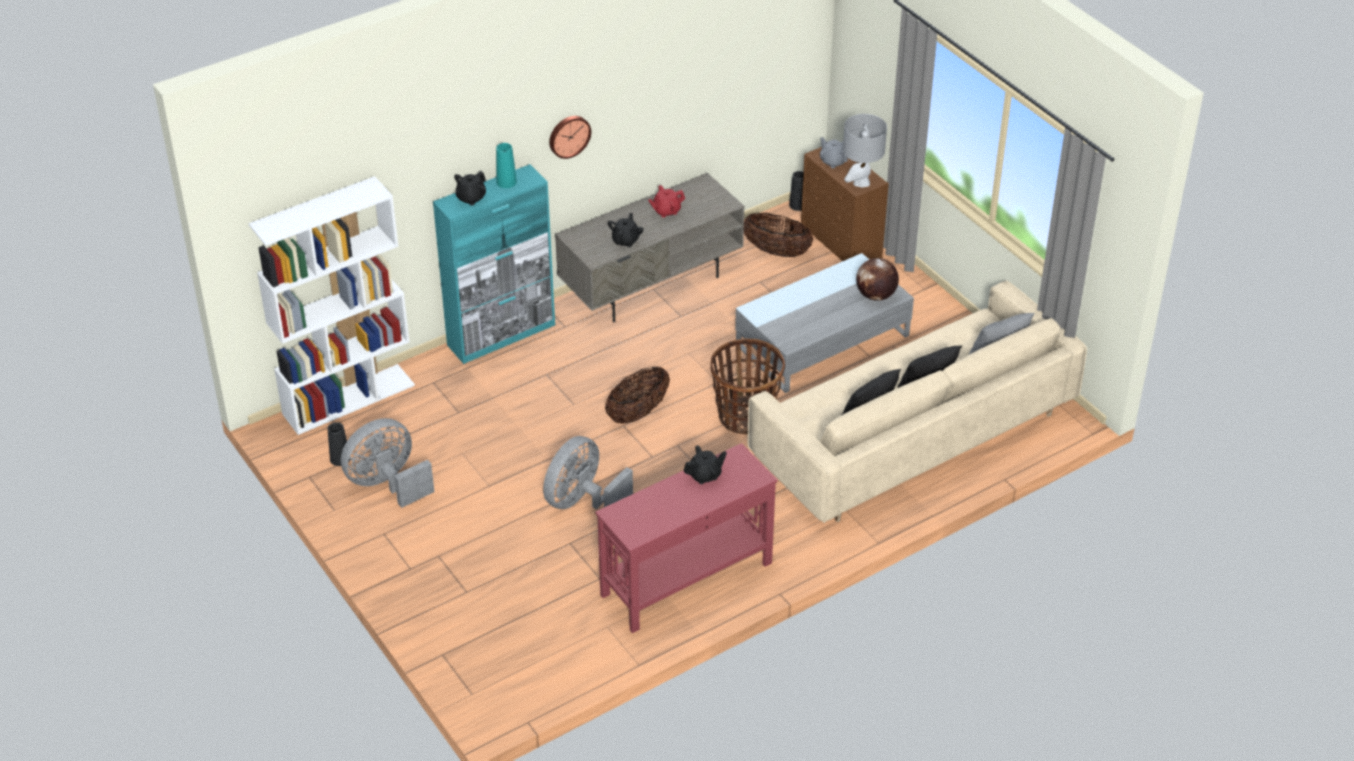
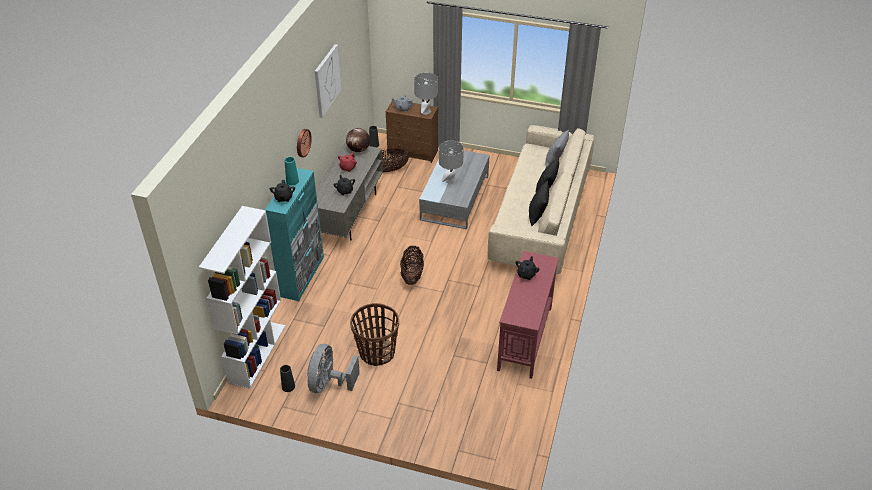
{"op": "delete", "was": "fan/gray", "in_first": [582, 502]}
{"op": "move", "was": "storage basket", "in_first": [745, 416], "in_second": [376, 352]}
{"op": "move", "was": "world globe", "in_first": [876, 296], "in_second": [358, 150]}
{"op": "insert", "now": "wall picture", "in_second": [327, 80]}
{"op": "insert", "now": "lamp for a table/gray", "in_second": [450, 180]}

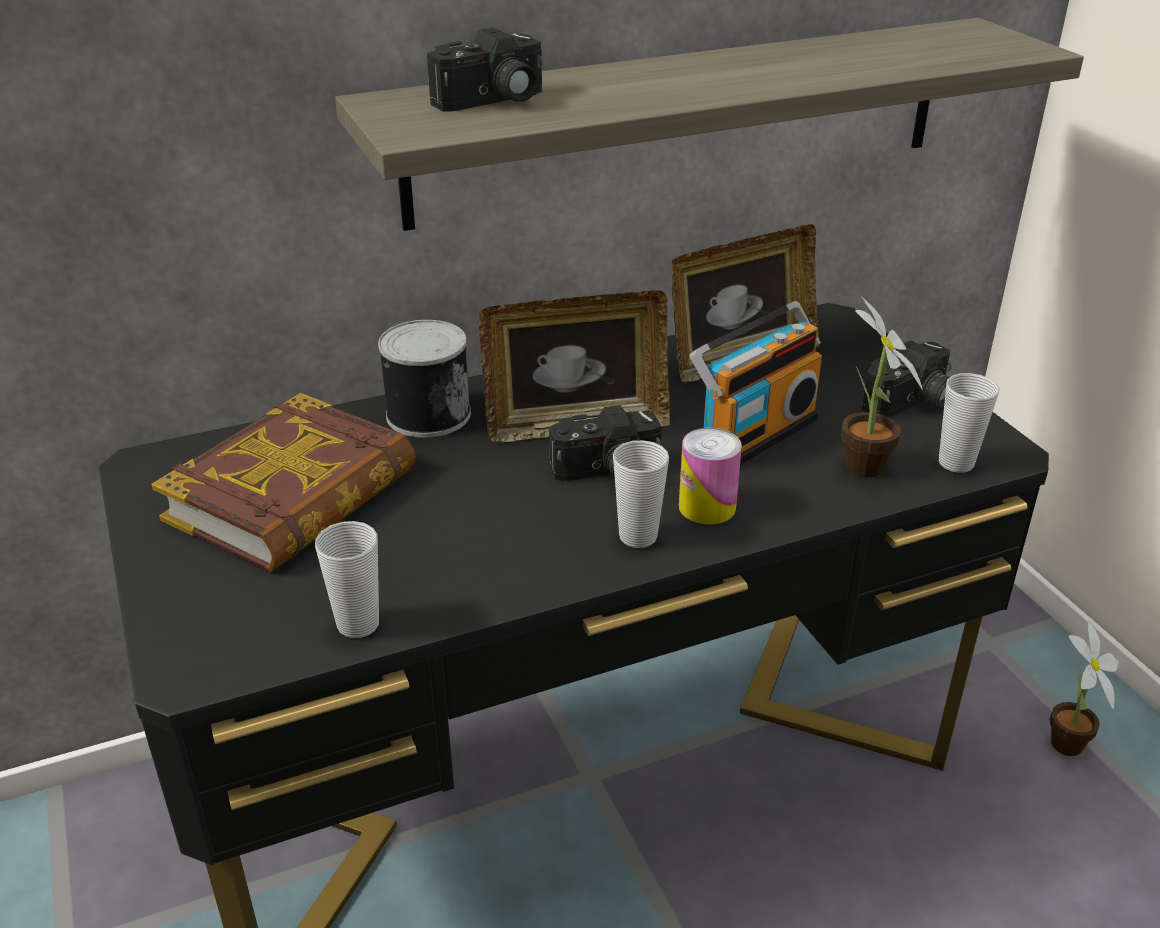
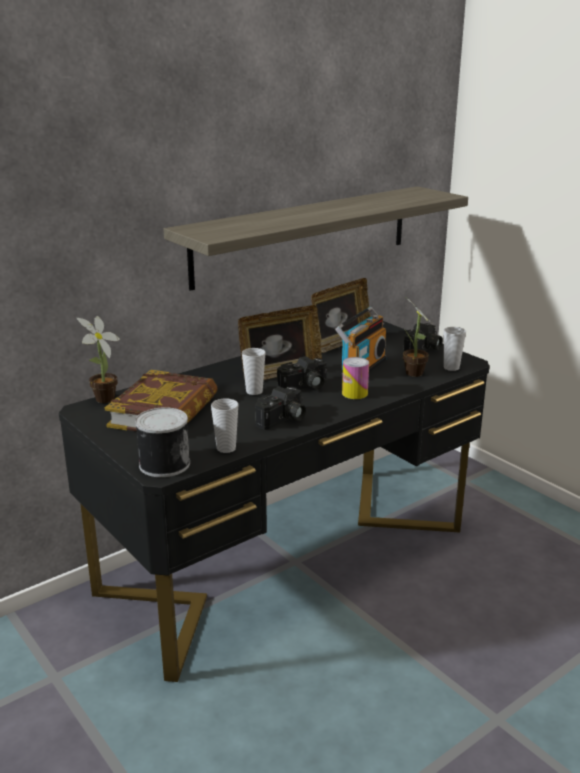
{"op": "move", "was": "sealed can", "in_first": [427, 414], "in_second": [163, 464]}
{"op": "move", "was": "photo camera", "in_first": [493, 101], "in_second": [283, 420]}
{"op": "move", "was": "cup", "in_first": [638, 536], "in_second": [254, 391]}
{"op": "move", "was": "potted plant", "in_first": [1063, 747], "in_second": [102, 400]}

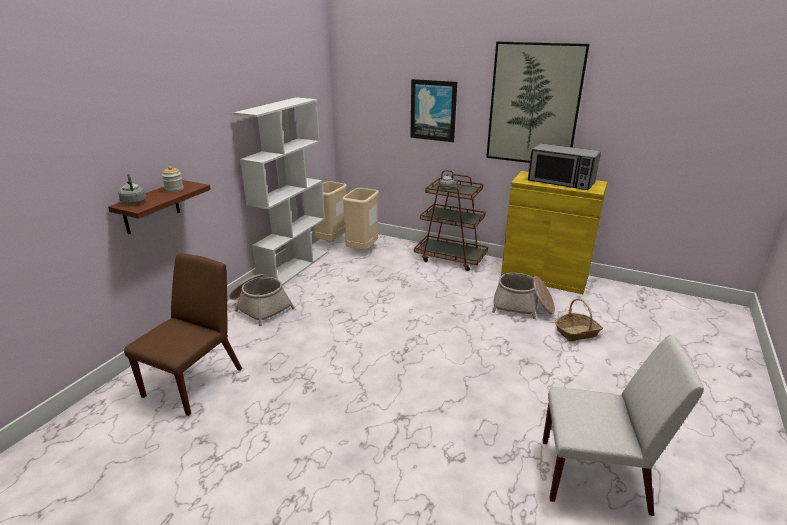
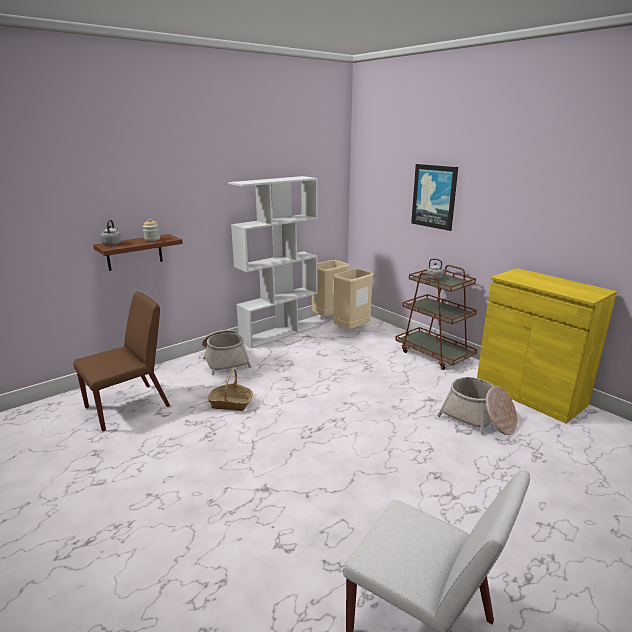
{"op": "delete", "was": "wall picture", "in_first": [534, 105]}
{"op": "delete", "was": "microwave oven", "in_first": [561, 182]}
{"op": "move", "was": "storage basket", "in_first": [577, 332], "in_second": [231, 403]}

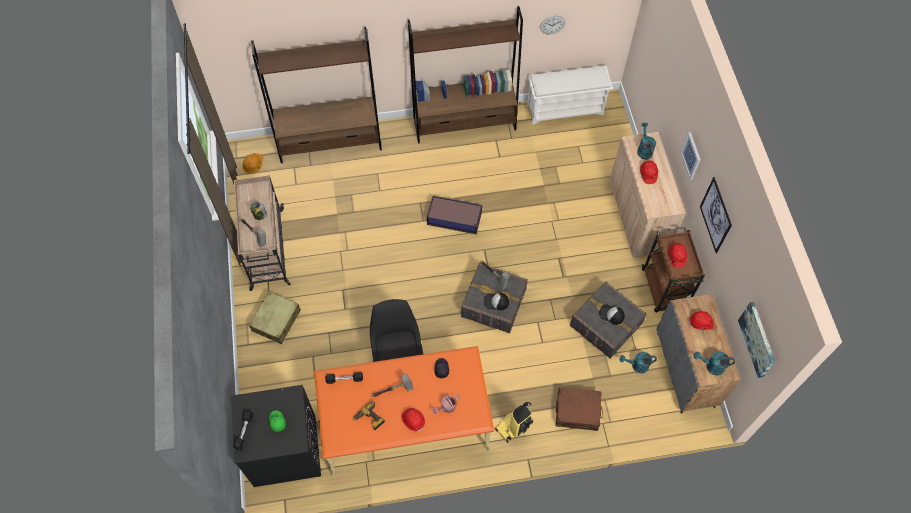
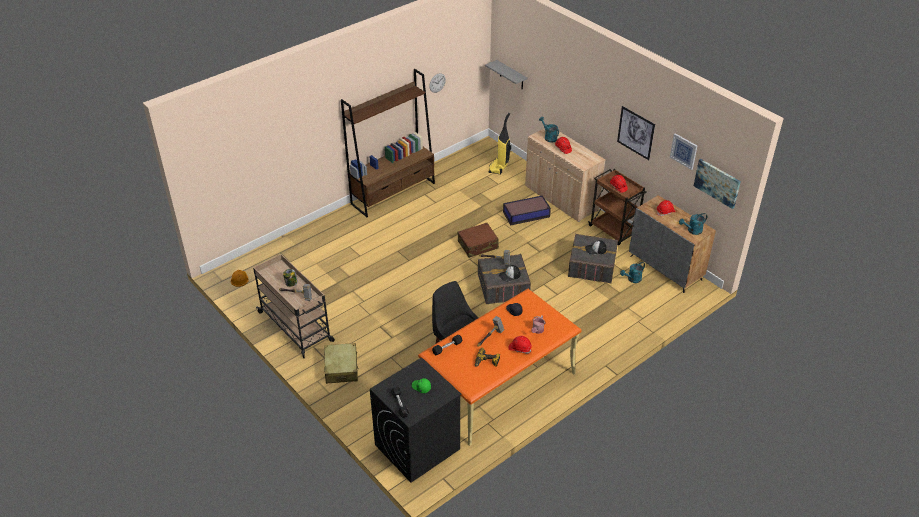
{"op": "delete", "was": "bookshelf/brownish", "in_first": [330, 143]}
{"op": "move", "was": "storage container", "in_first": [455, 218], "in_second": [527, 214]}
{"op": "move", "was": "vacuum cleaner", "in_first": [514, 426], "in_second": [499, 167]}
{"op": "delete", "was": "shoe rack/whitish", "in_first": [565, 109]}
{"op": "move", "was": "piece of luggage/brownish", "in_first": [577, 412], "in_second": [478, 245]}
{"op": "move", "was": "wall picture", "in_first": [691, 155], "in_second": [684, 151]}
{"op": "insert", "now": "wall shelf/gray", "in_second": [511, 75]}

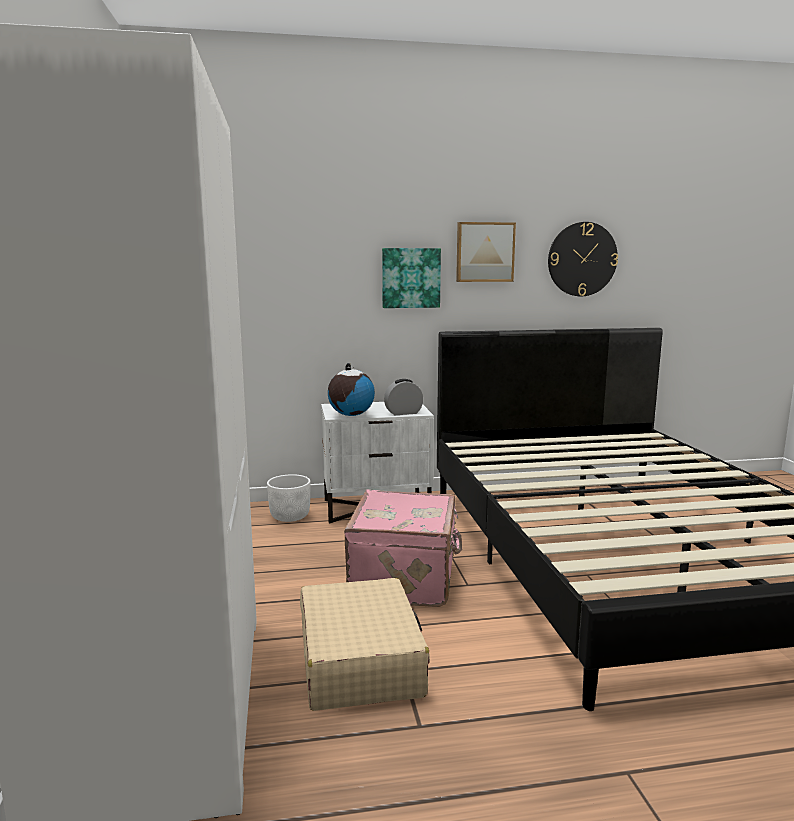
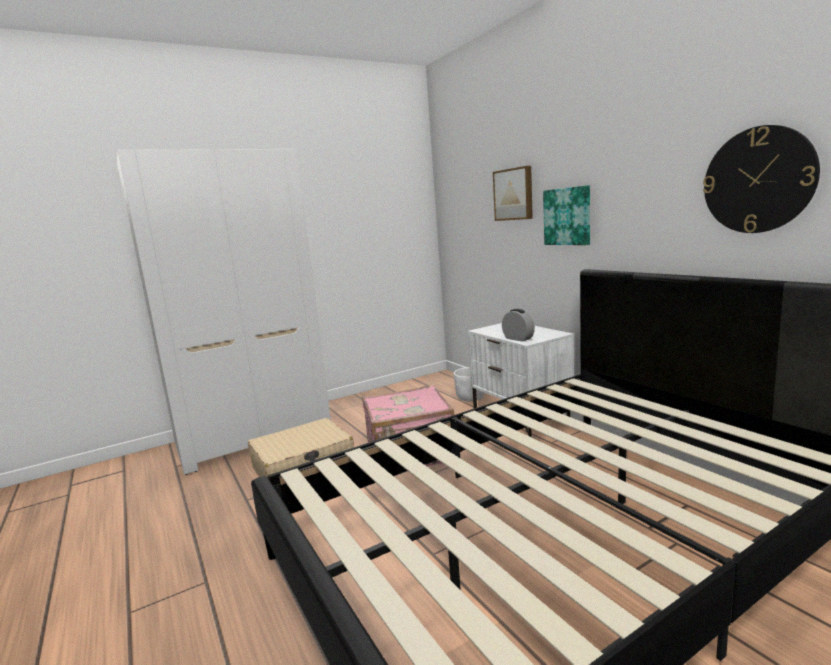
{"op": "delete", "was": "world globe", "in_first": [351, 415]}
{"op": "move", "was": "wall picture", "in_first": [484, 252], "in_second": [514, 194]}

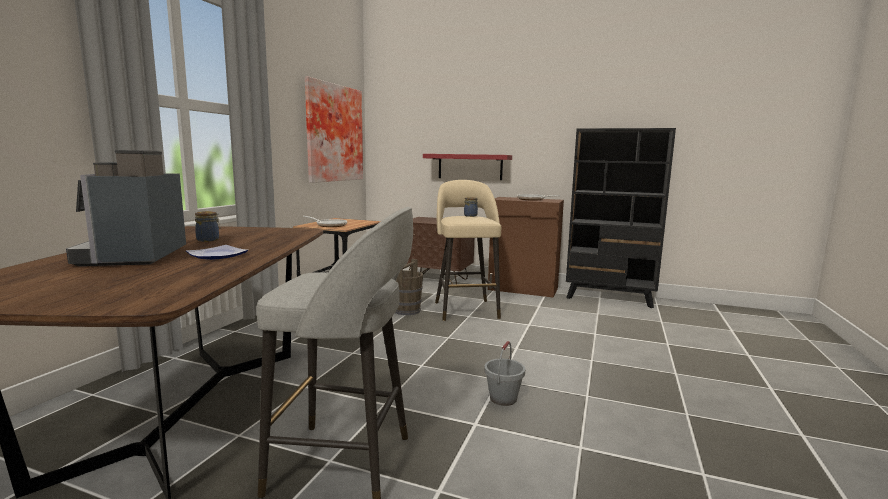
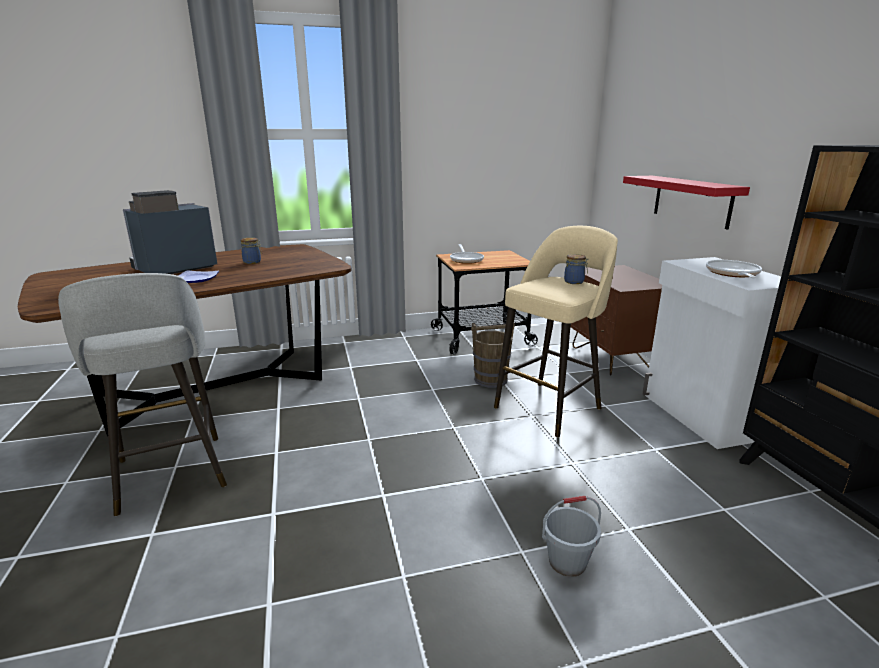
{"op": "delete", "was": "wall picture", "in_first": [332, 133]}
{"op": "move", "was": "bucket/gray", "in_first": [503, 398], "in_second": [567, 562]}
{"op": "recolor", "was": "storage cabinet/brownish", "now": "storage cabinet/whitish", "in_first": [523, 289], "in_second": [700, 416]}

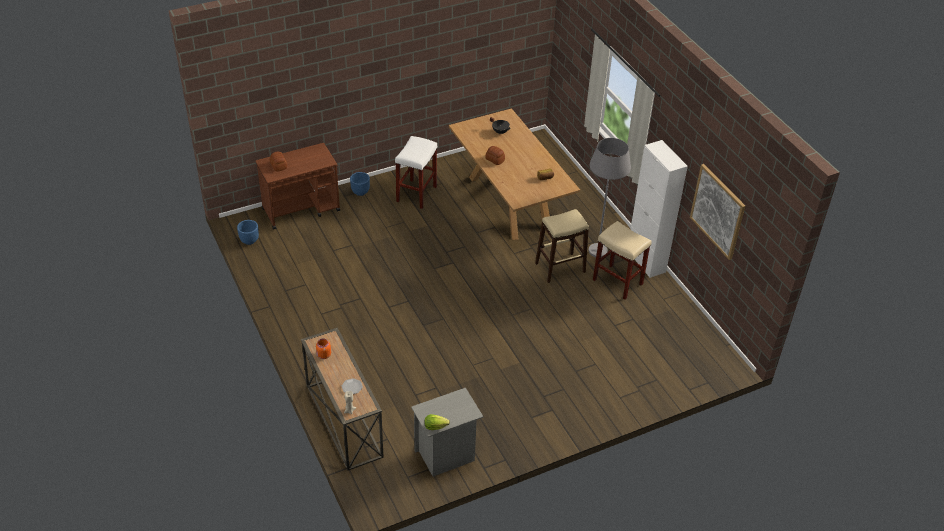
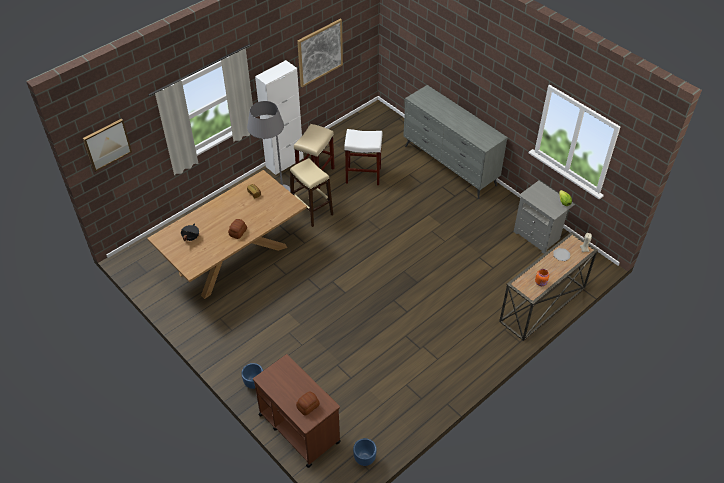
{"op": "move", "was": "sitting stool/whitish", "in_first": [416, 194], "in_second": [364, 175]}
{"op": "insert", "now": "wall picture", "in_second": [107, 144]}
{"op": "insert", "now": "drawer chest/gray", "in_second": [450, 166]}

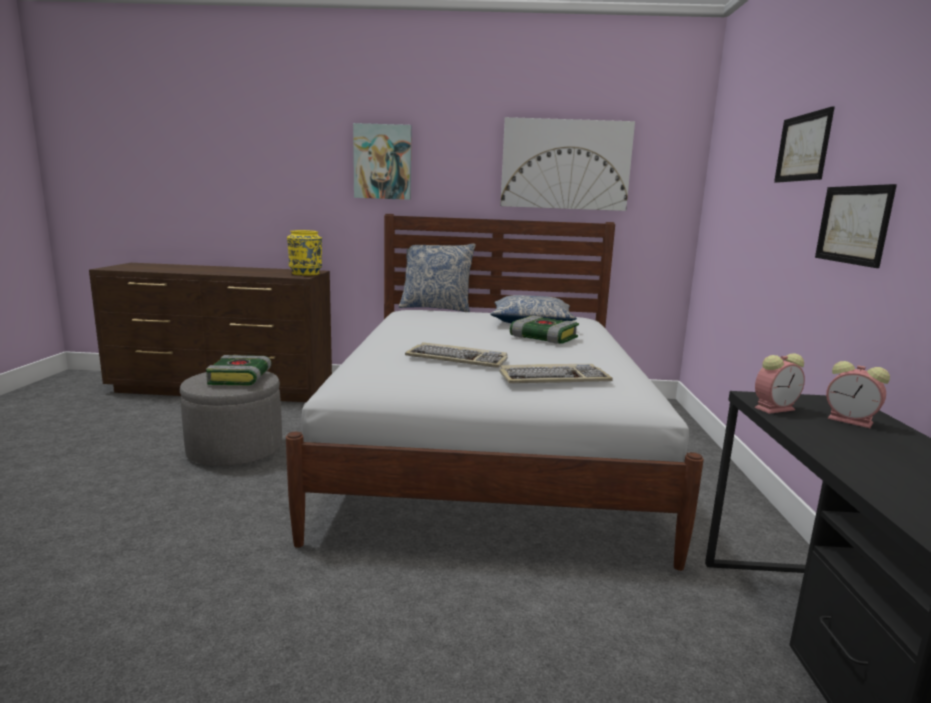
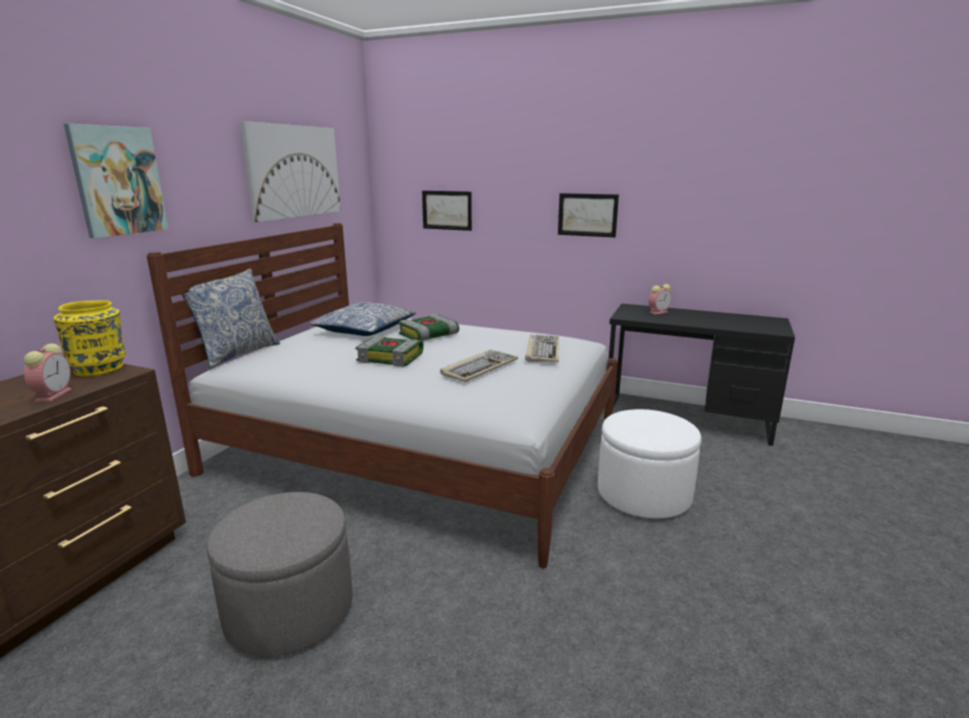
{"op": "move", "was": "book", "in_first": [241, 378], "in_second": [391, 358]}
{"op": "move", "was": "alarm clock", "in_first": [775, 408], "in_second": [54, 394]}
{"op": "move", "was": "wall picture", "in_first": [803, 147], "in_second": [447, 210]}
{"op": "insert", "now": "ottoman/whitish", "in_second": [643, 494]}

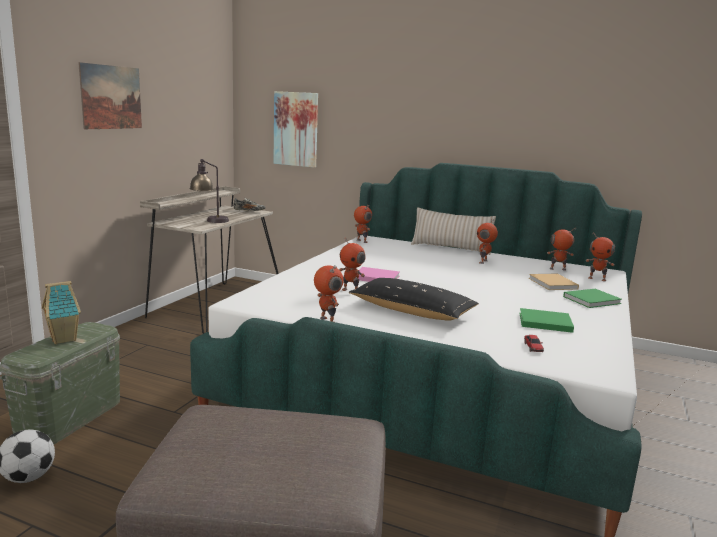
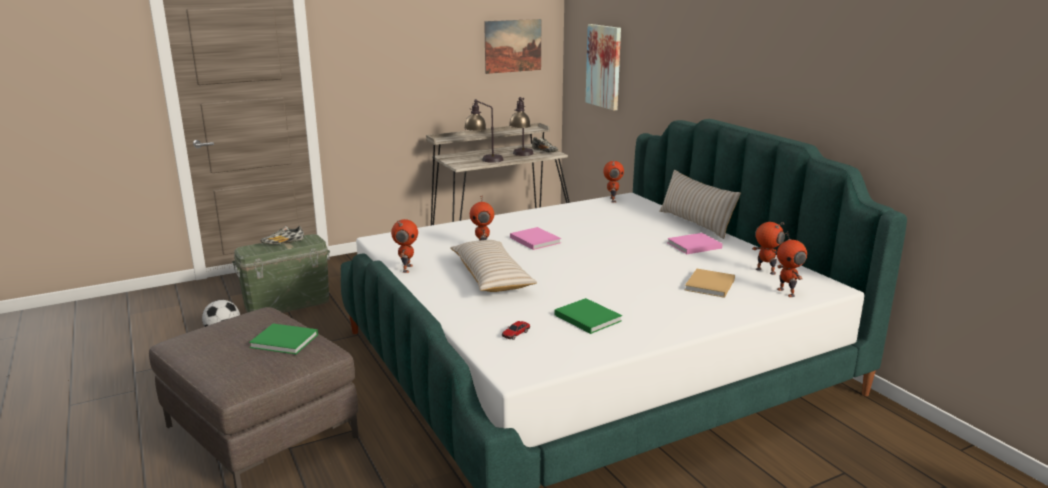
{"op": "replace", "was": "miniature house", "now": "item of footwear", "in_first": [64, 339], "in_second": [283, 243]}
{"op": "move", "was": "wall picture", "in_first": [111, 97], "in_second": [513, 46]}
{"op": "recolor", "was": "throw pillow/blackish", "now": "throw pillow/beige-coloured", "in_first": [412, 311], "in_second": [491, 277]}
{"op": "replace", "was": "toy robot", "now": "book/pink", "in_first": [484, 262], "in_second": [693, 245]}
{"op": "move", "was": "book/green-coloured", "in_first": [593, 300], "in_second": [286, 341]}
{"op": "insert", "now": "lamp for a table", "in_second": [521, 155]}

